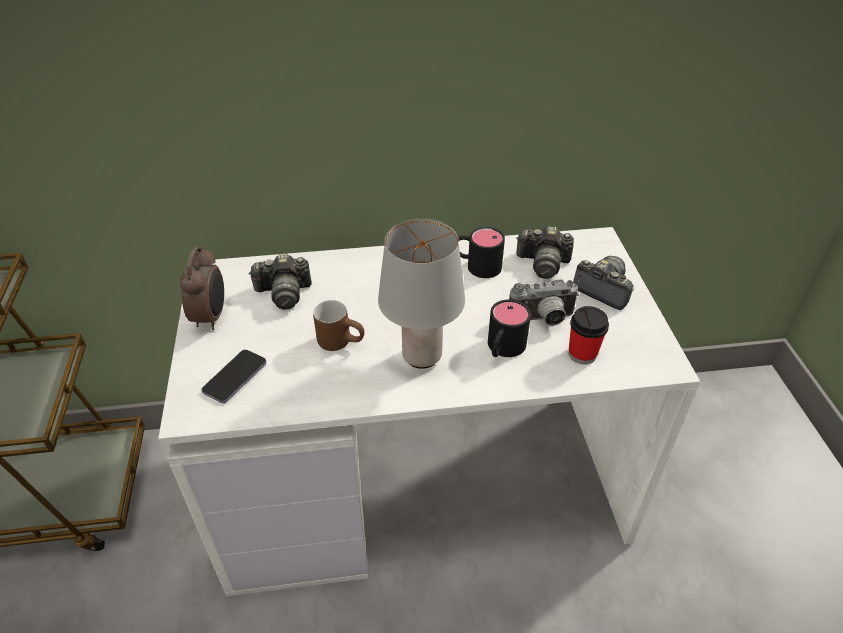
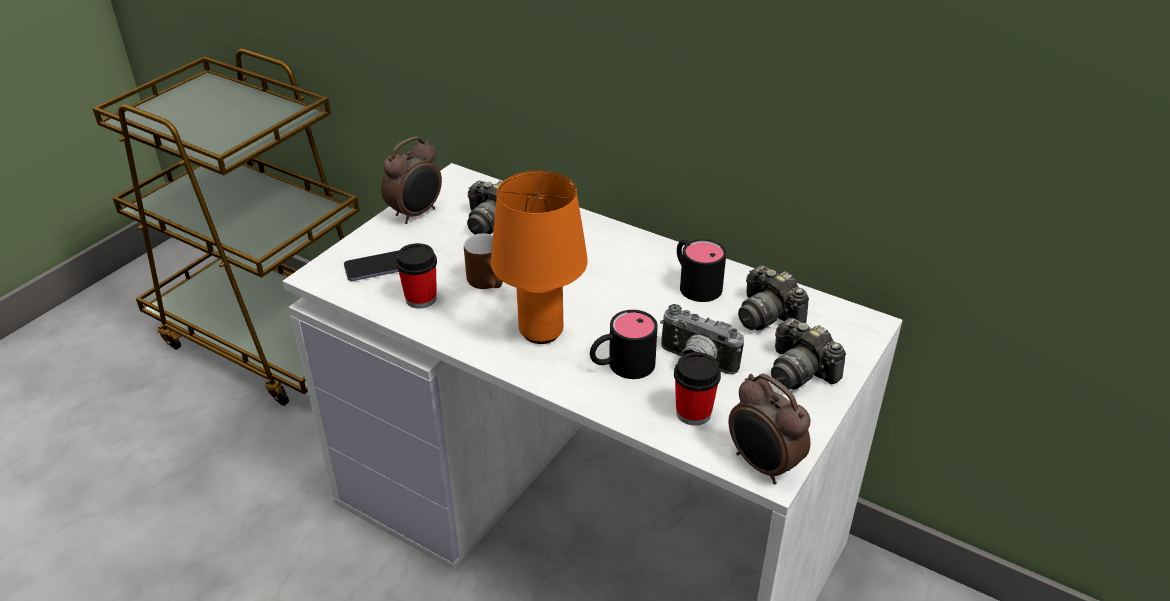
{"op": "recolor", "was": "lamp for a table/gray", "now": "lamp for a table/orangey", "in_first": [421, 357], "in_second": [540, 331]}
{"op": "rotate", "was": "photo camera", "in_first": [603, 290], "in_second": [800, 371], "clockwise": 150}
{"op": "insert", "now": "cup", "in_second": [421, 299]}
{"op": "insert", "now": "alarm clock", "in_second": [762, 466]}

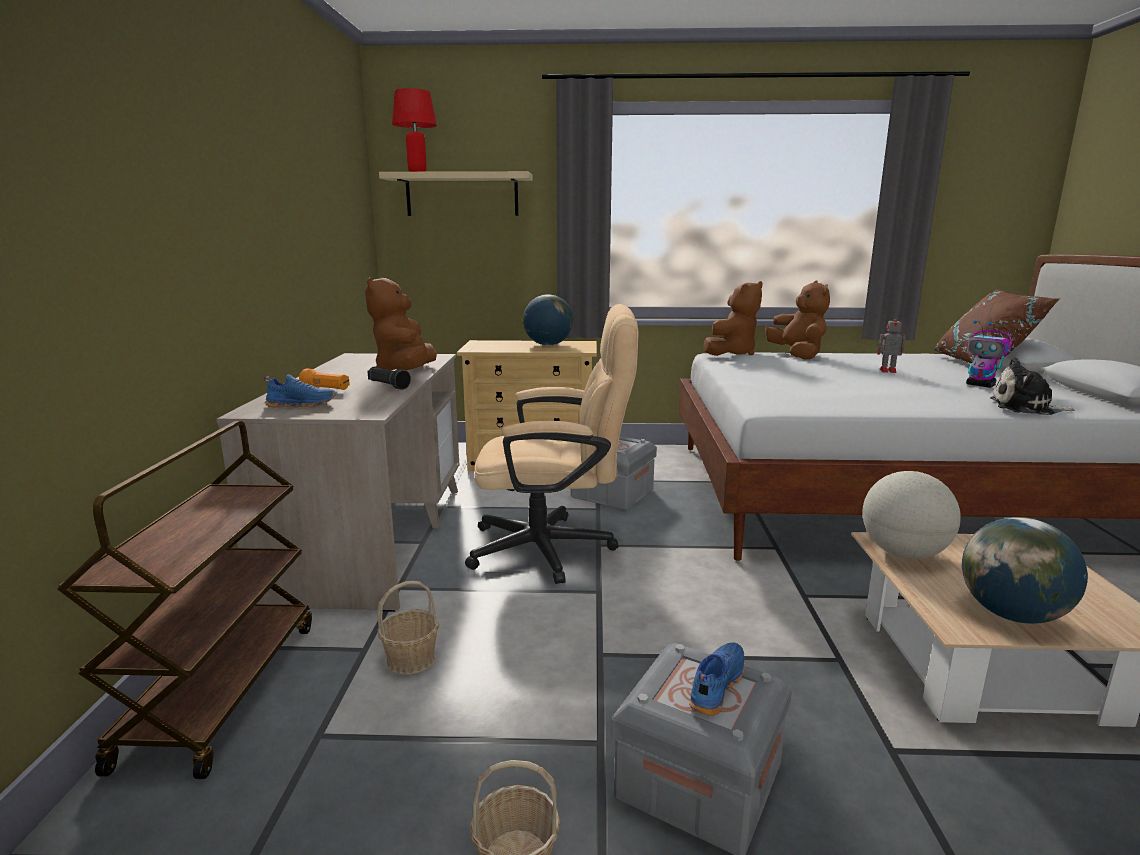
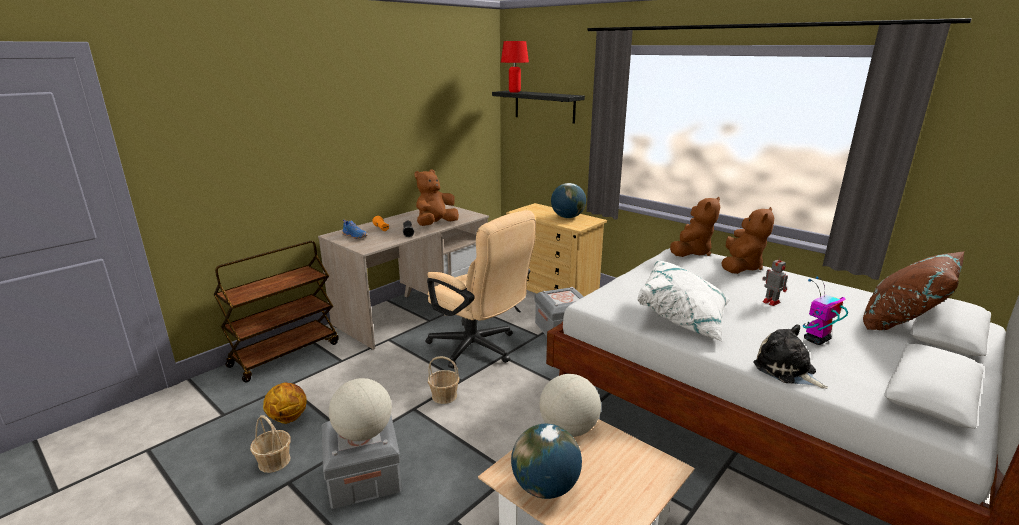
{"op": "move", "was": "storage basket", "in_first": [411, 659], "in_second": [444, 396]}
{"op": "recolor", "was": "wall shelf/beige-coloured", "now": "wall shelf/blackish", "in_first": [462, 195], "in_second": [544, 106]}
{"op": "replace", "was": "item of footwear/blue-coloured", "now": "world globe", "in_first": [715, 686], "in_second": [363, 433]}
{"op": "rotate", "was": "cuddly toy/brownish", "in_first": [732, 353], "in_second": [691, 252], "clockwise": -45}
{"op": "rotate", "was": "toy robot", "in_first": [981, 385], "in_second": [816, 340], "clockwise": 60}
{"op": "insert", "now": "basketball ball", "in_second": [288, 418]}
{"op": "insert", "now": "throw pillow/whitish", "in_second": [683, 317]}

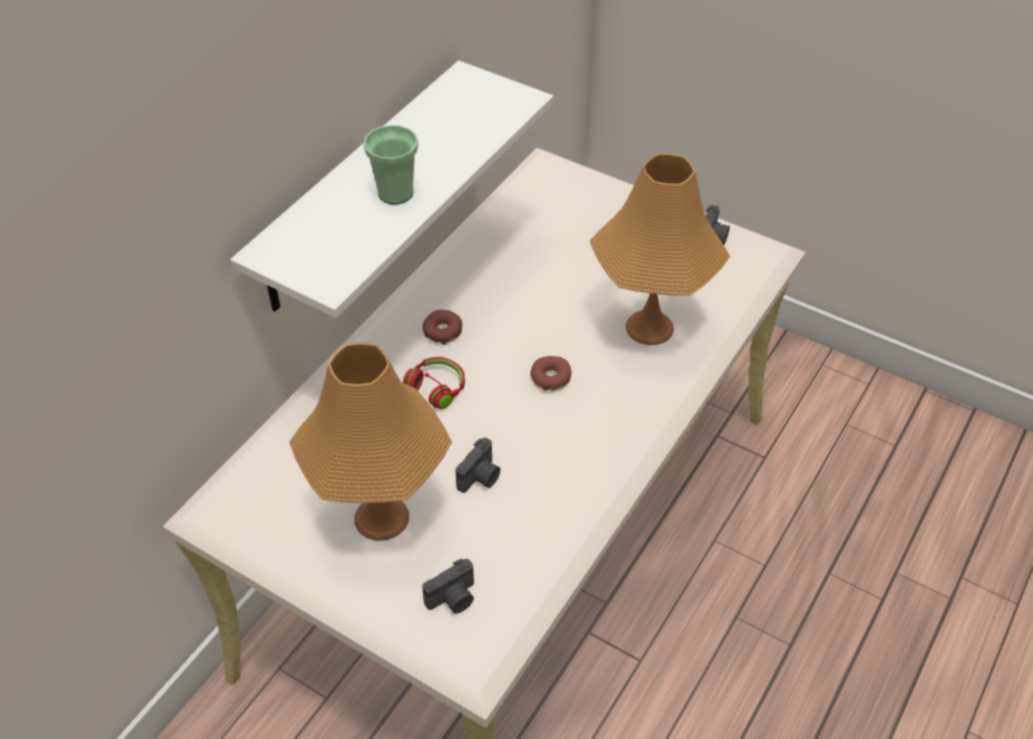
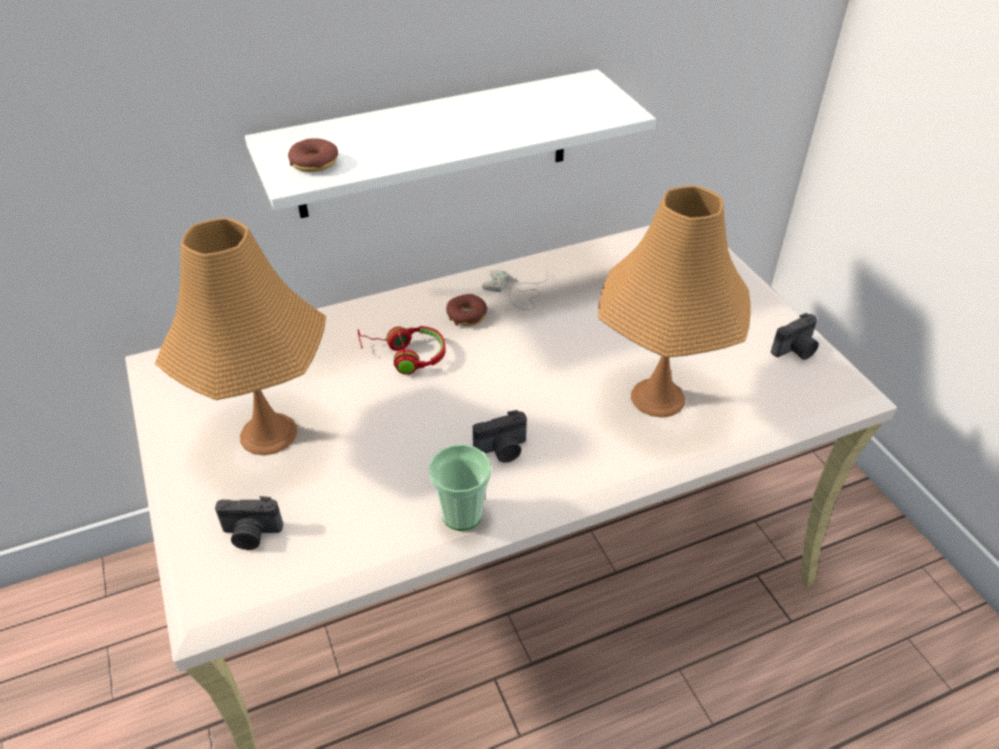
{"op": "move", "was": "cup", "in_first": [395, 193], "in_second": [462, 514]}
{"op": "move", "was": "photo camera", "in_first": [480, 477], "in_second": [502, 450]}
{"op": "move", "was": "donut", "in_first": [550, 378], "in_second": [314, 163]}
{"op": "insert", "now": "joypad/whitish", "in_second": [516, 292]}

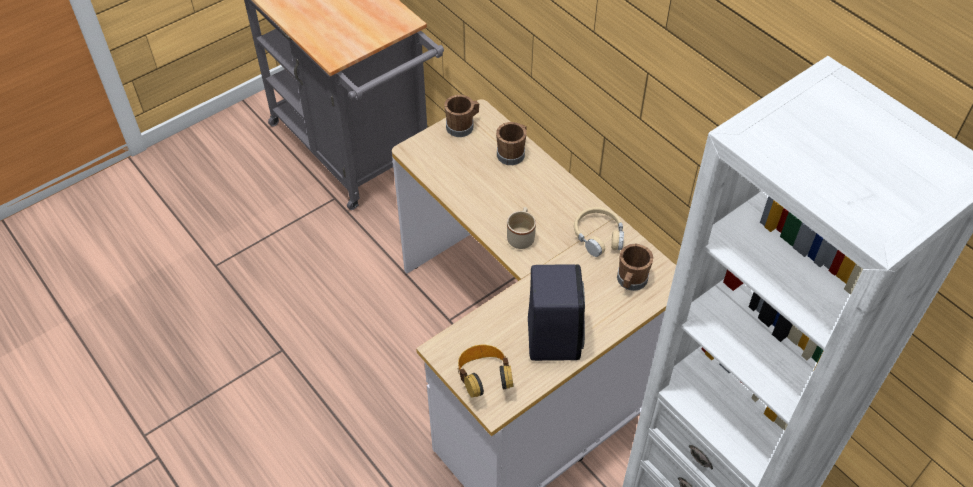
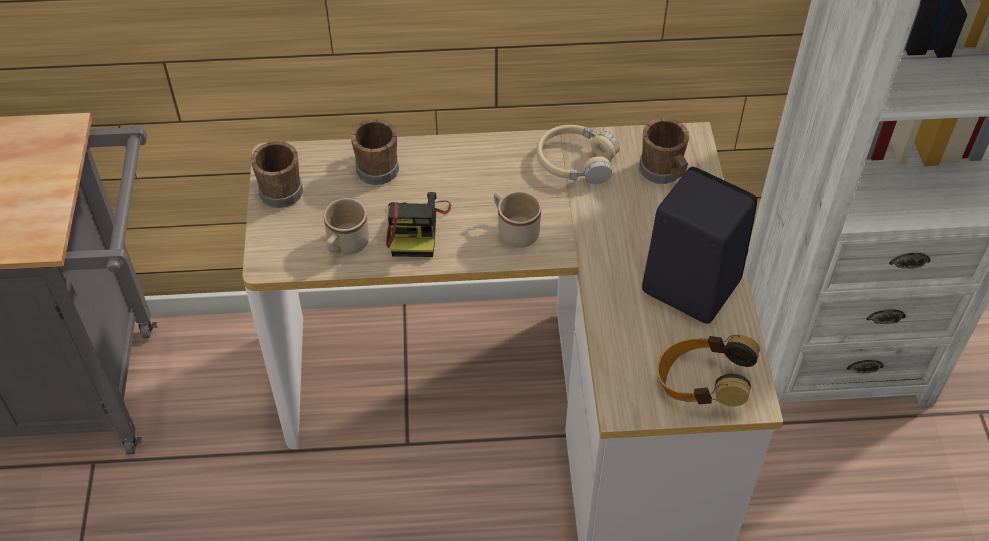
{"op": "insert", "now": "mug/beige-coloured", "in_second": [345, 246]}
{"op": "insert", "now": "photo camera", "in_second": [416, 228]}

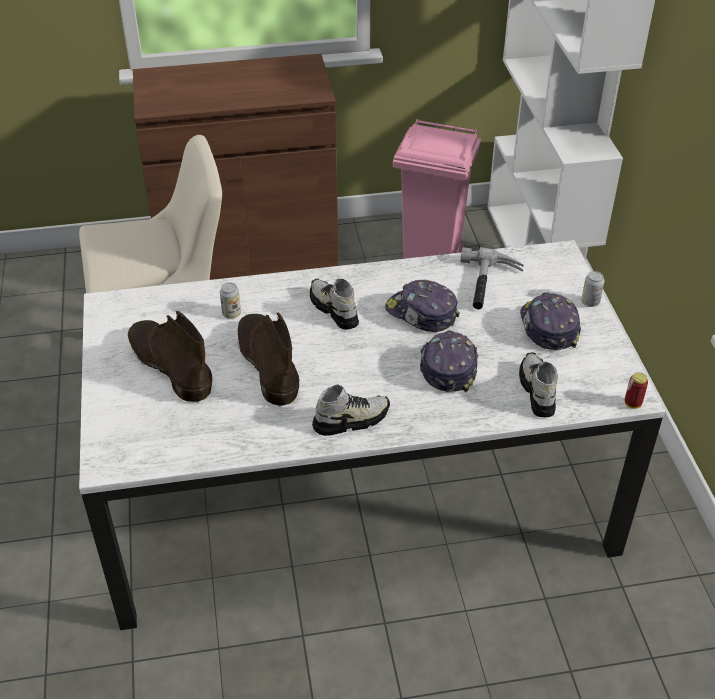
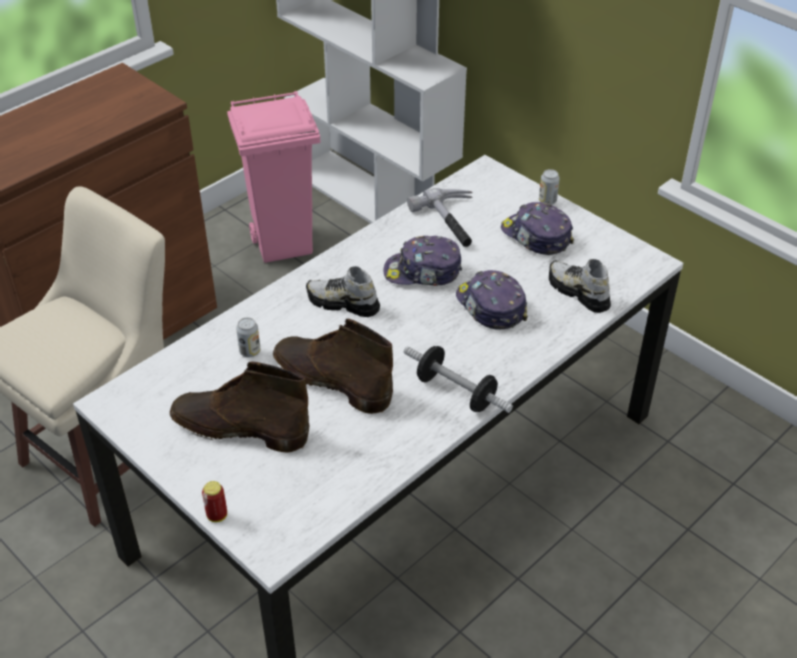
{"op": "replace", "was": "item of footwear", "now": "dumbbell", "in_first": [351, 420], "in_second": [456, 392]}
{"op": "move", "was": "sealed can", "in_first": [632, 404], "in_second": [217, 515]}

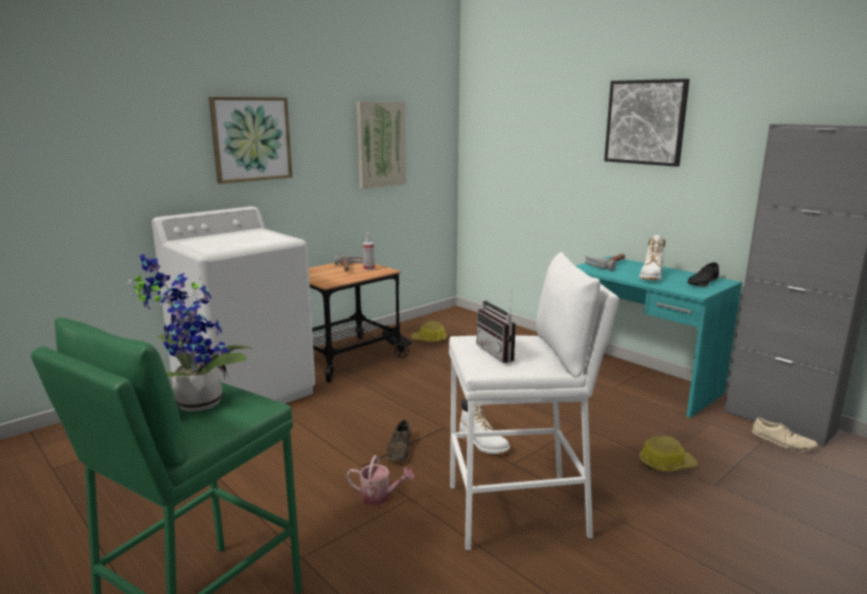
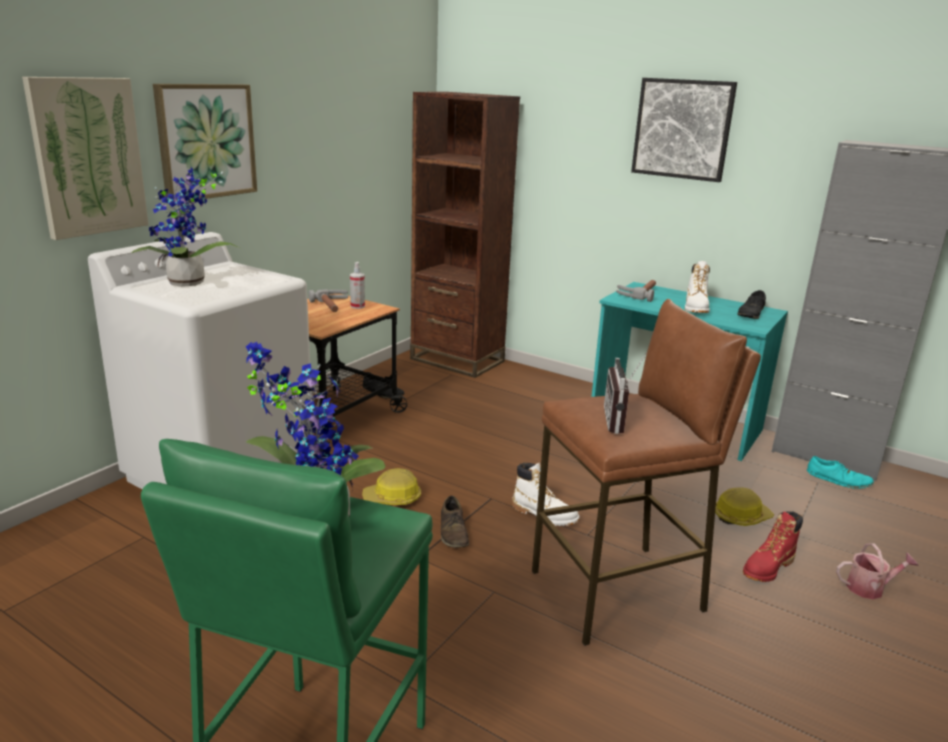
{"op": "move", "was": "sprinkling can", "in_first": [380, 496], "in_second": [869, 588]}
{"op": "move", "was": "wall picture", "in_first": [381, 144], "in_second": [88, 157]}
{"op": "move", "was": "safety helmet", "in_first": [429, 340], "in_second": [392, 499]}
{"op": "recolor", "was": "sitting stool/whitish", "now": "sitting stool/brownish", "in_first": [518, 512], "in_second": [618, 592]}
{"op": "rotate", "was": "radio set", "in_first": [500, 353], "in_second": [621, 422], "clockwise": 45}
{"op": "recolor", "was": "item of footwear/beige-coloured", "now": "item of footwear/turquoise", "in_first": [783, 442], "in_second": [838, 480]}
{"op": "insert", "now": "potted plant", "in_second": [188, 284]}
{"op": "insert", "now": "bookshelf/brownish", "in_second": [457, 360]}
{"op": "insert", "now": "tall boot/reddish", "in_second": [768, 568]}

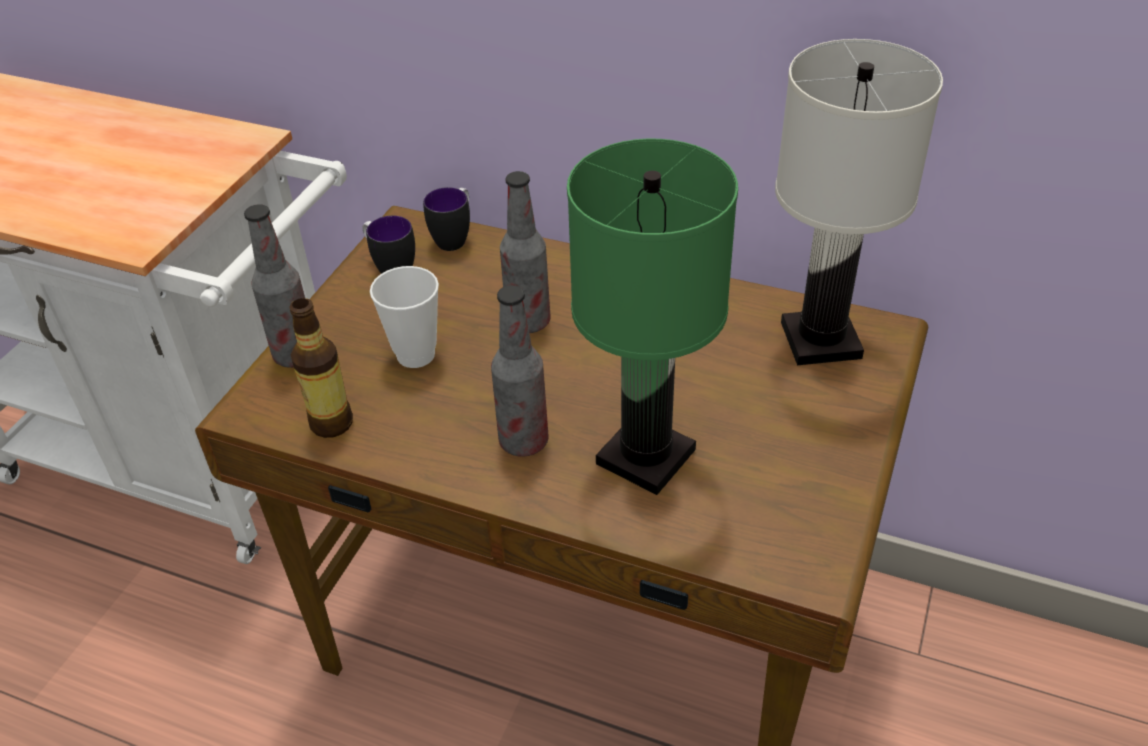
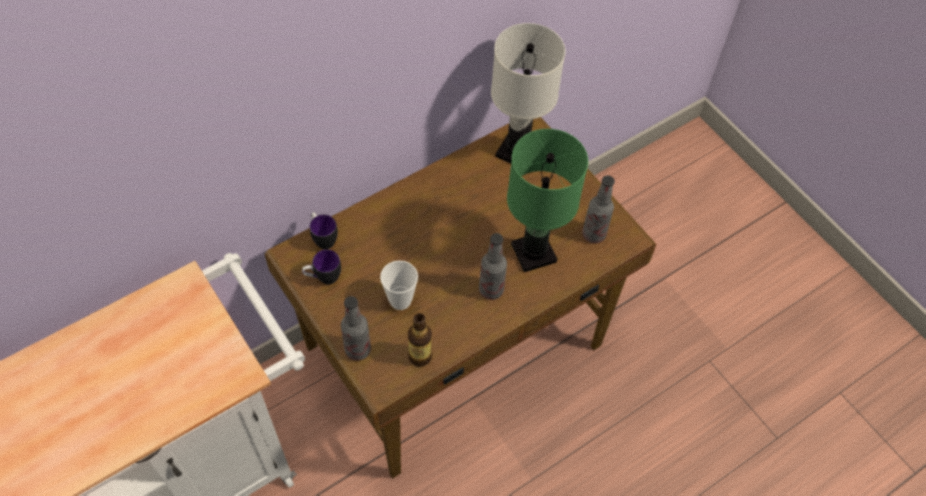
{"op": "move", "was": "beverage bottle", "in_first": [528, 322], "in_second": [593, 234]}

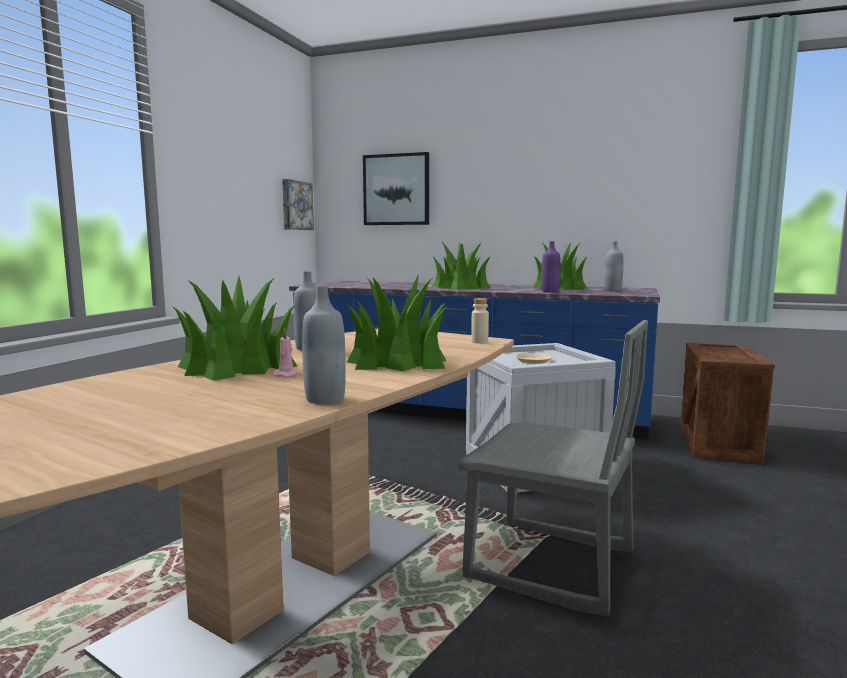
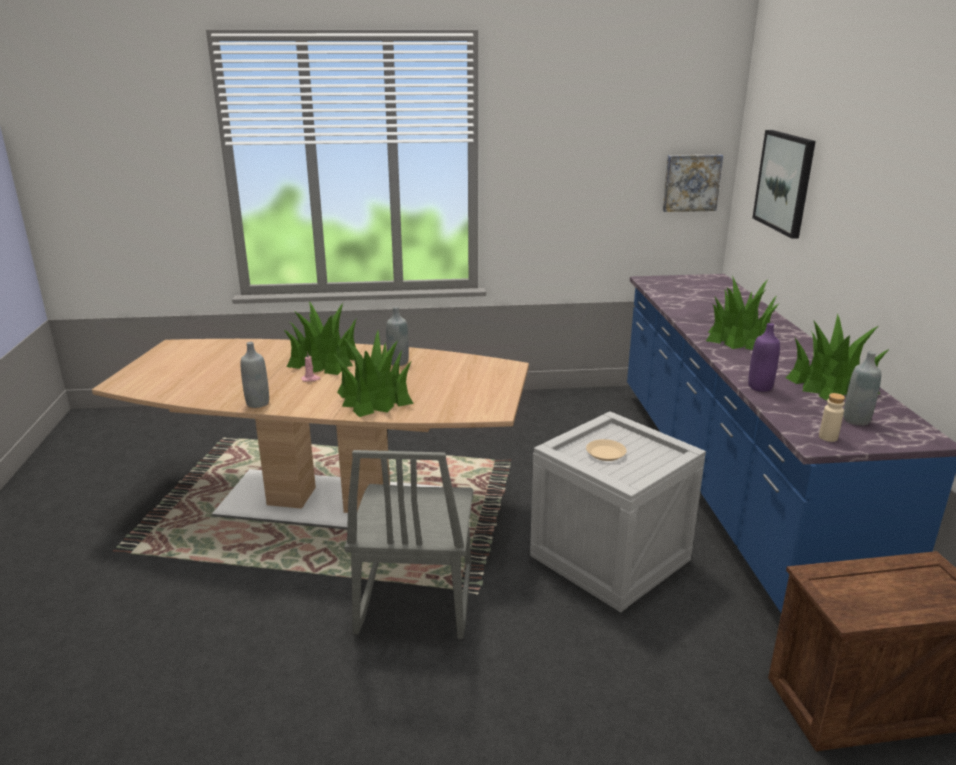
{"op": "move", "was": "beverage bottle/beige-coloured", "in_first": [479, 342], "in_second": [828, 437]}

